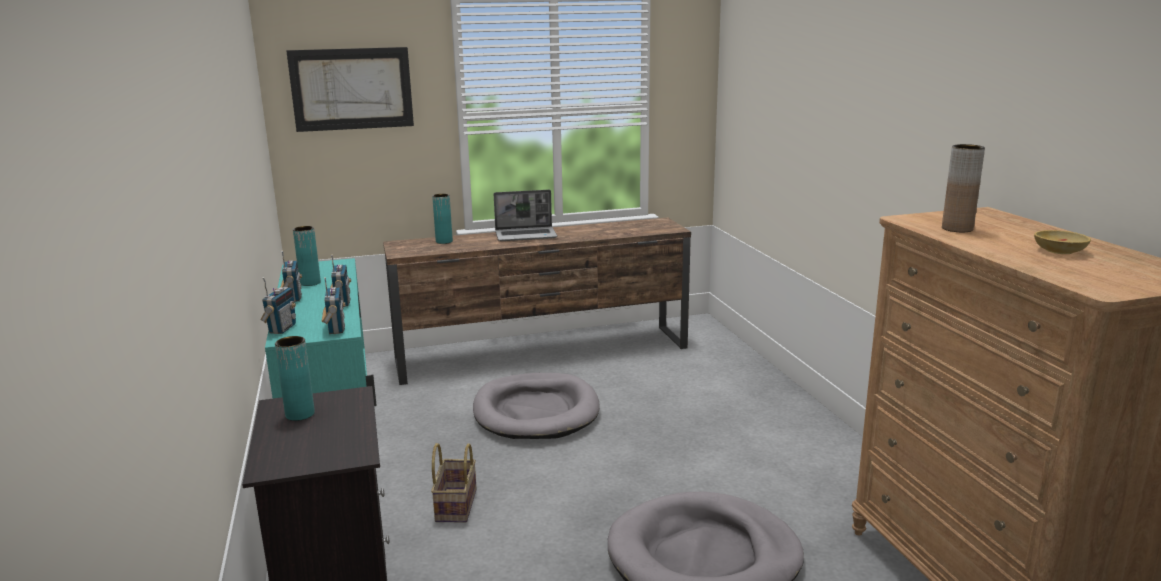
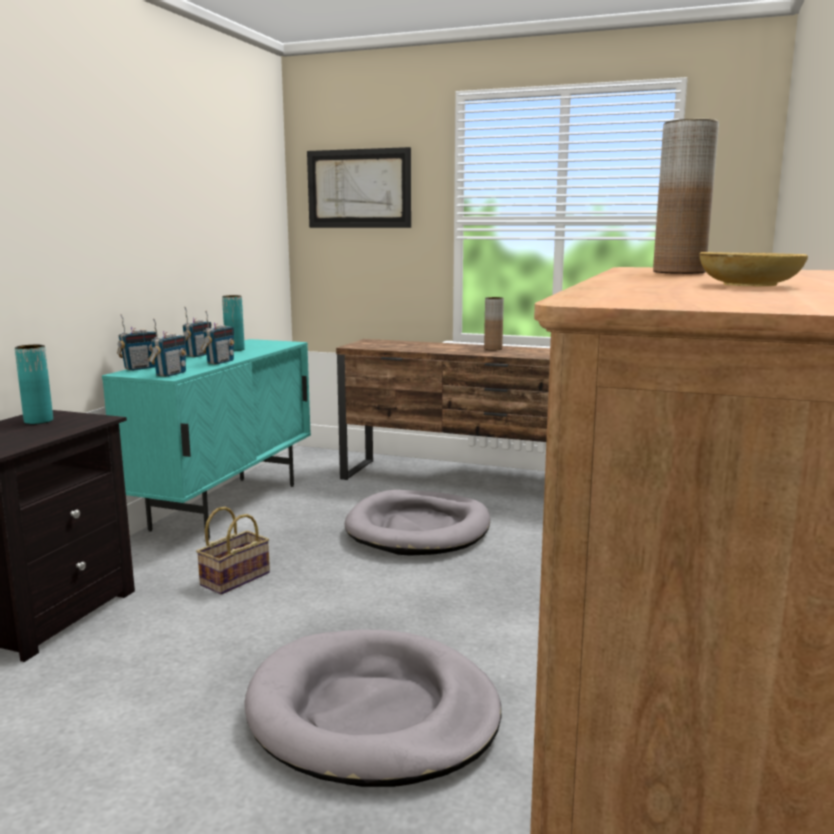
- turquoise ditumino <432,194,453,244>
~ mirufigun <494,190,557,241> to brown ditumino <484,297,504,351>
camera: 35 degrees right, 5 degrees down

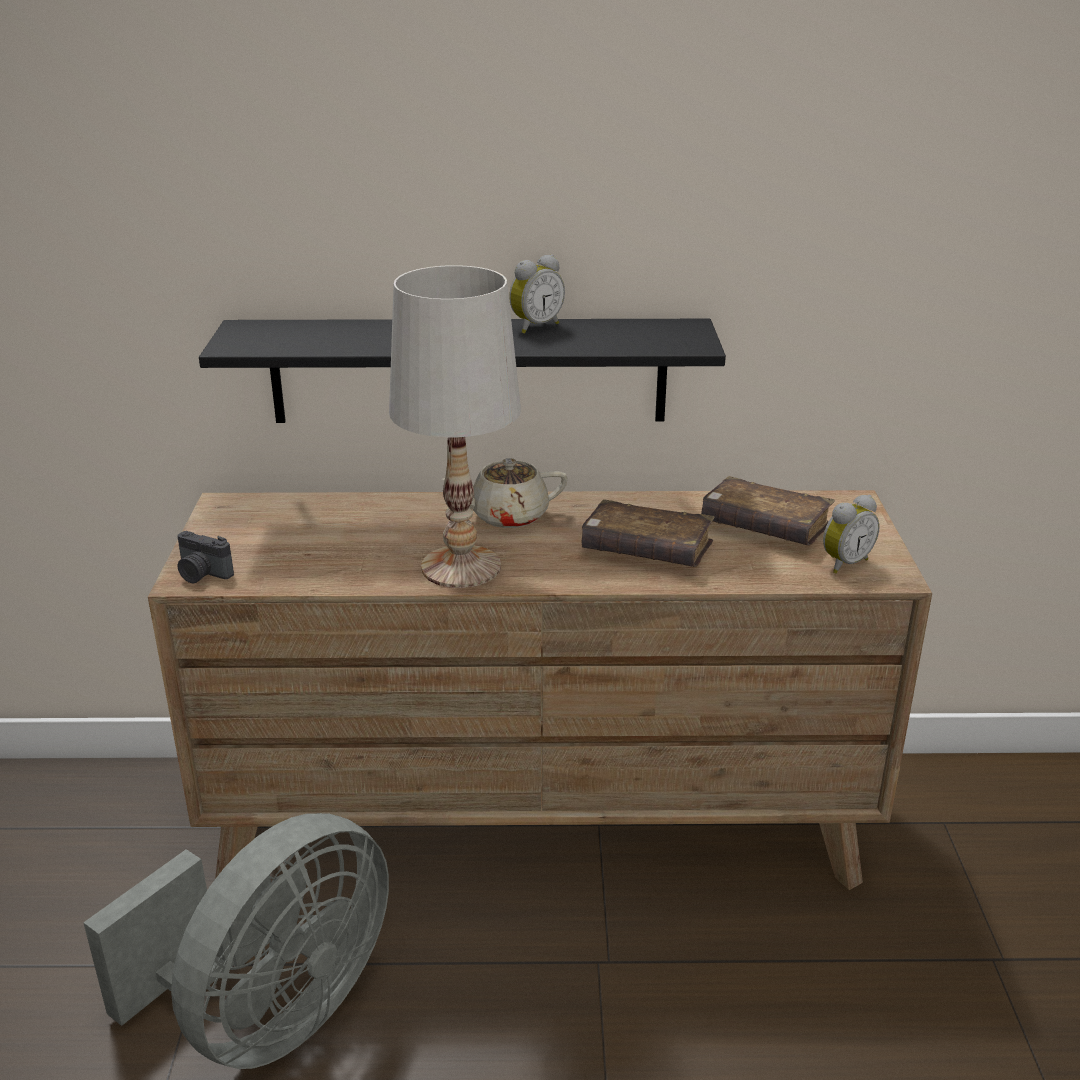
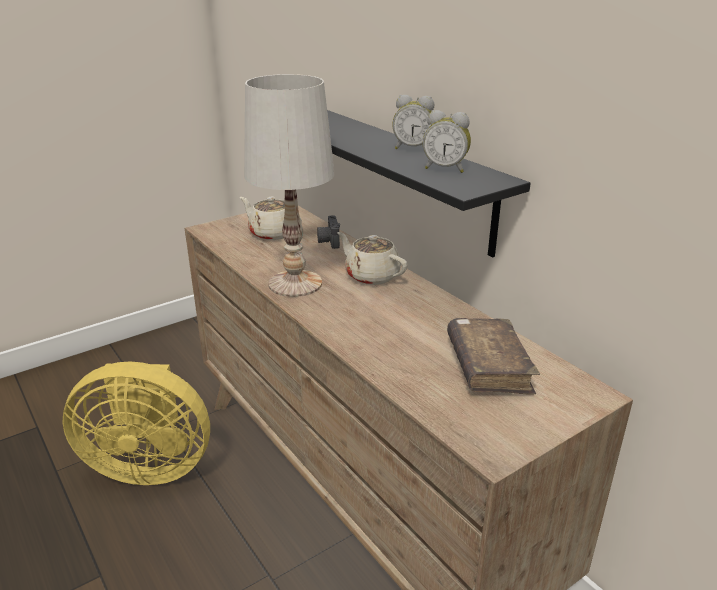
~ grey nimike <83,813,389,1069> to yellow nimike <63,362,210,485>
~ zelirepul <177,531,234,584> to <317,215,340,249>
- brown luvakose <582,499,714,567>
~ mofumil <823,495,880,573> to <423,110,471,173>
+ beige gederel <240,197,302,240>
camera: 55 degrees right, 0 degrees up

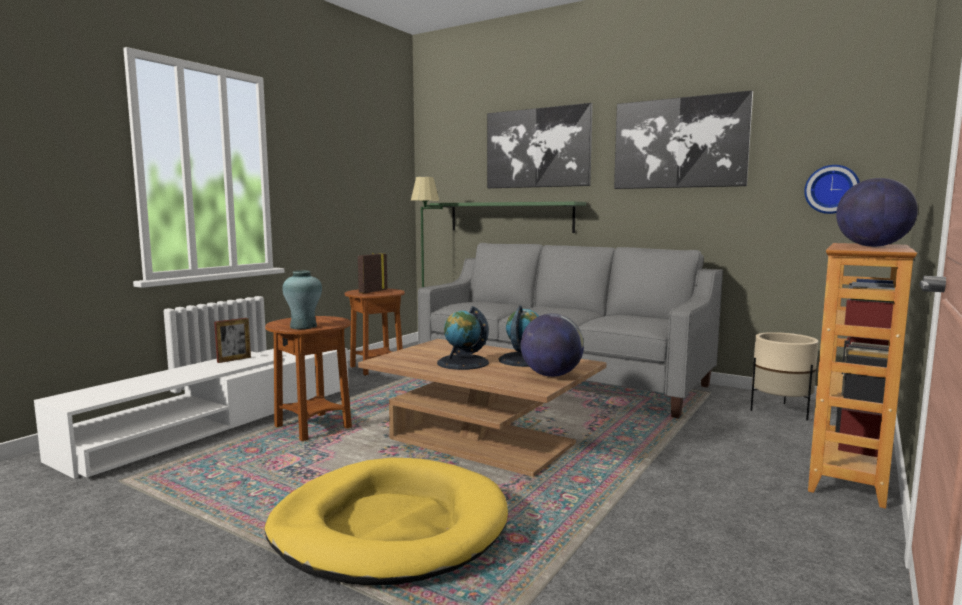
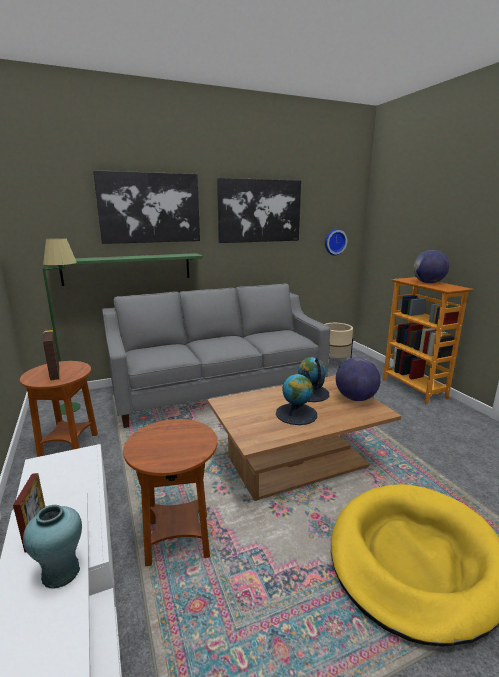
~ turquoise ditumino <282,271,322,329> to <23,505,82,589>
camera: 55 degrees left, 10 degrees up

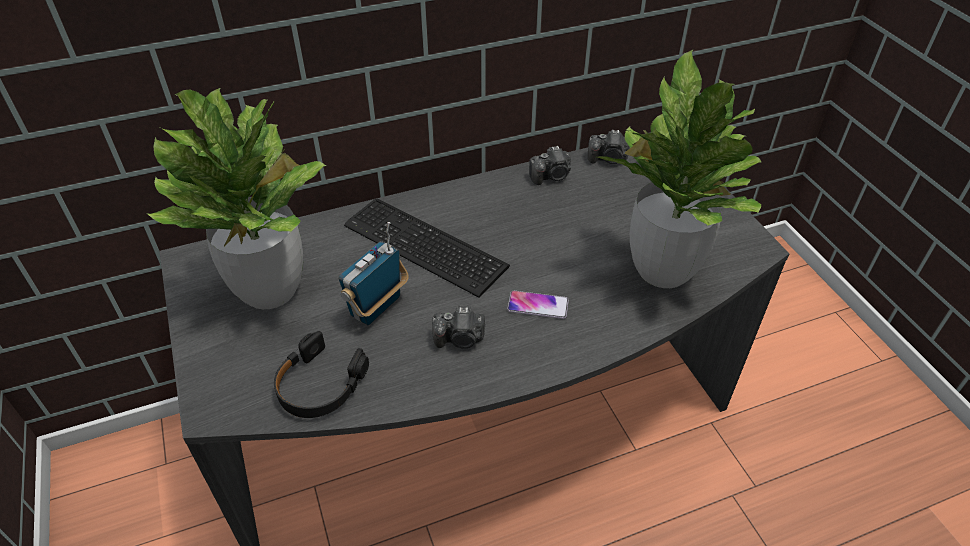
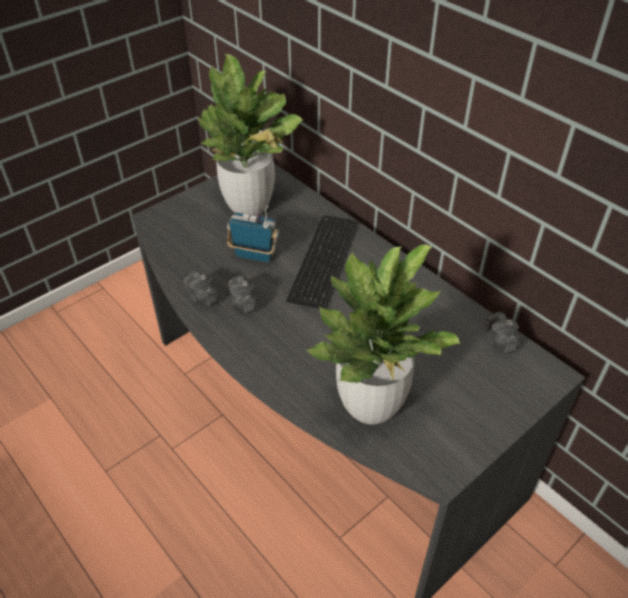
- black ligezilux <274,331,369,418>
- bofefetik <507,290,569,319>
~ zelirepul <529,146,571,185> to <184,271,220,306>
camera: 70 degrees right, 0 degrees up

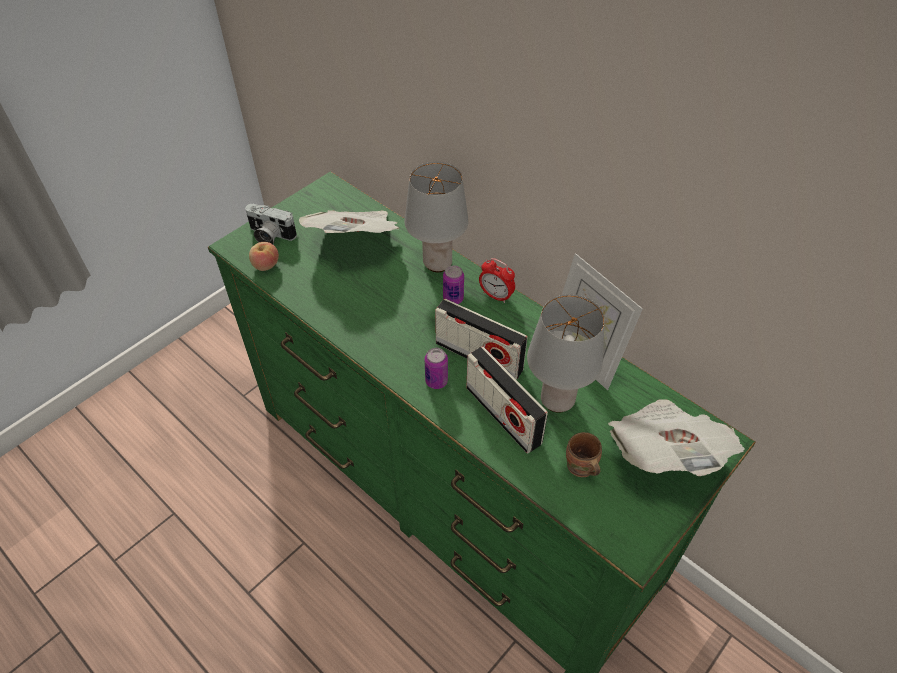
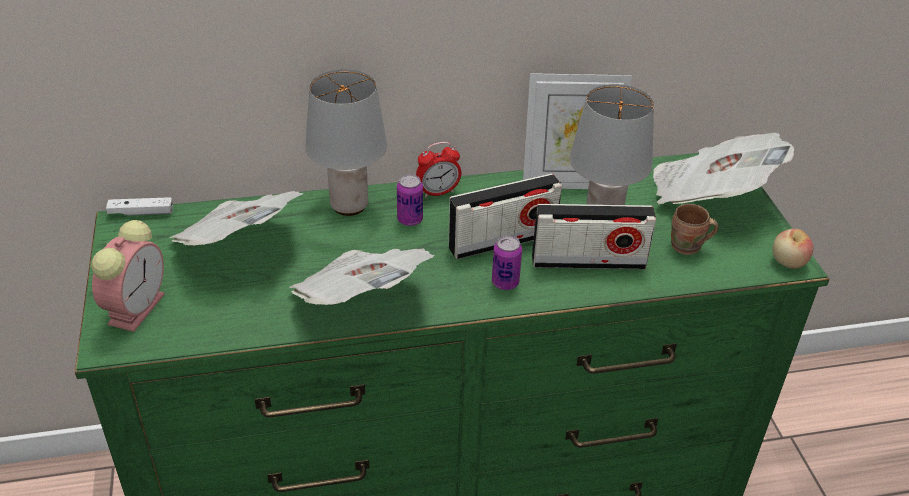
~ zelirepul <245,204,297,244> to mofumil <91,220,165,332>
~ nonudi <249,242,279,271> to <773,229,813,269>
+ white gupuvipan <106,197,173,216>
+ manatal <289,248,434,305>
camera: 55 degrees left, 10 degrees down

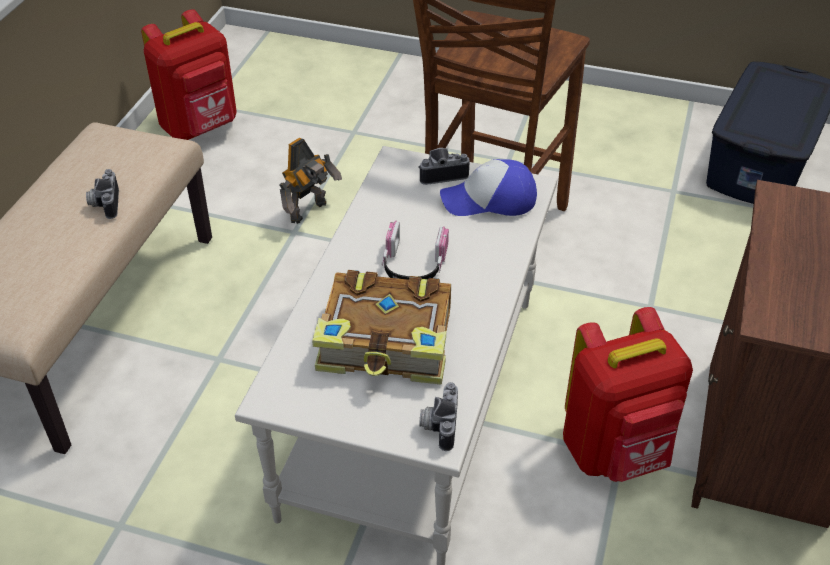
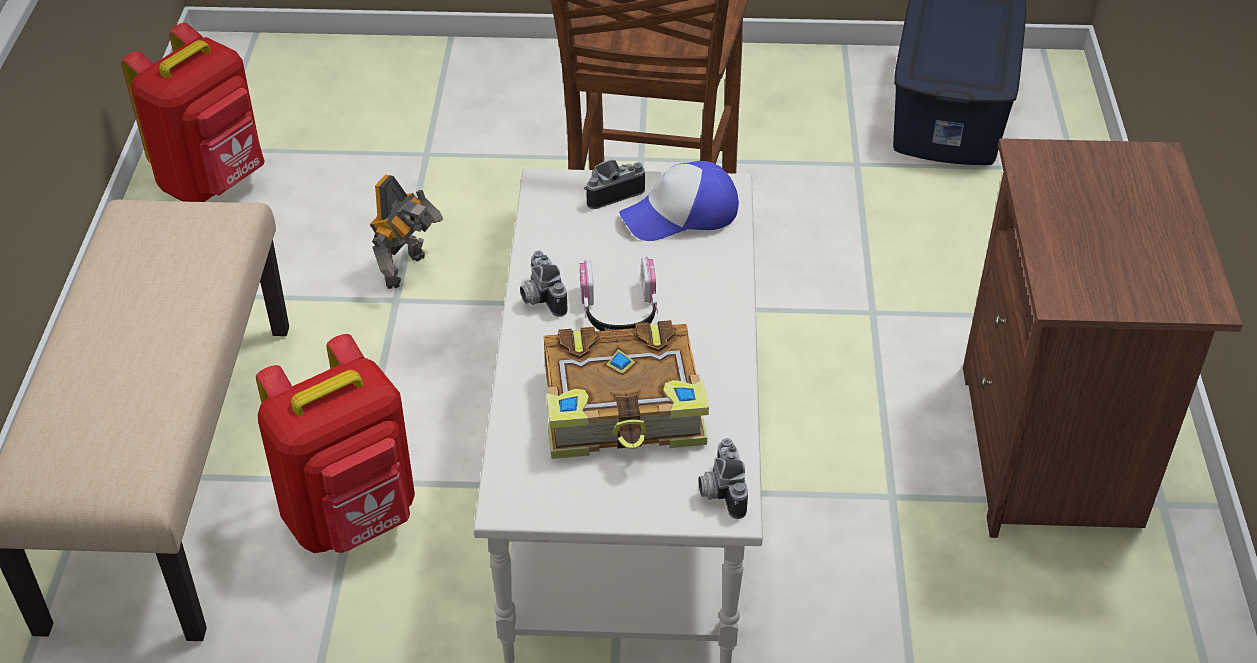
~ zelirepul <86,169,119,219> to <520,251,567,317>
~ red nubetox <563,307,693,482> to <256,334,415,553>
camera: 15 degrees left, 0 degrees up

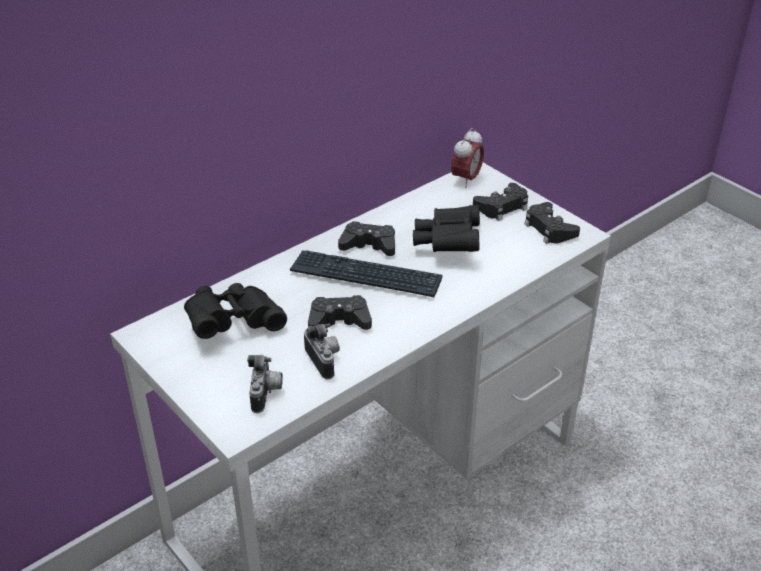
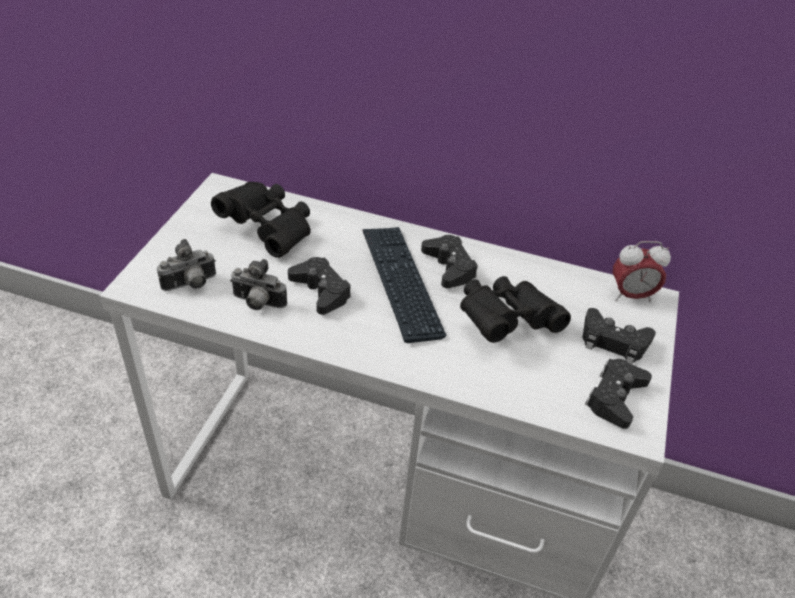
~ zelirepul <304,323,340,379> = <230,259,287,310> 75 degrees clockwise
camera: 55 degrees right, 5 degrees up

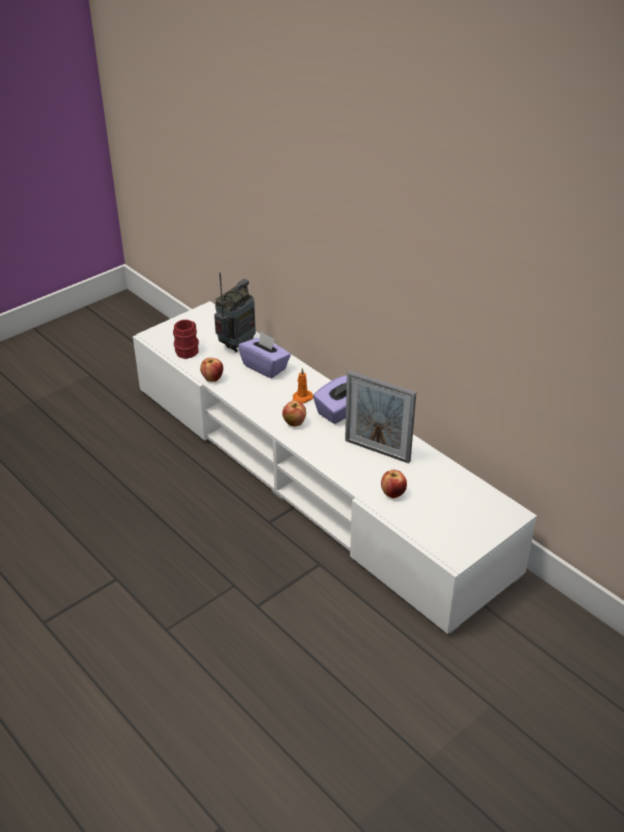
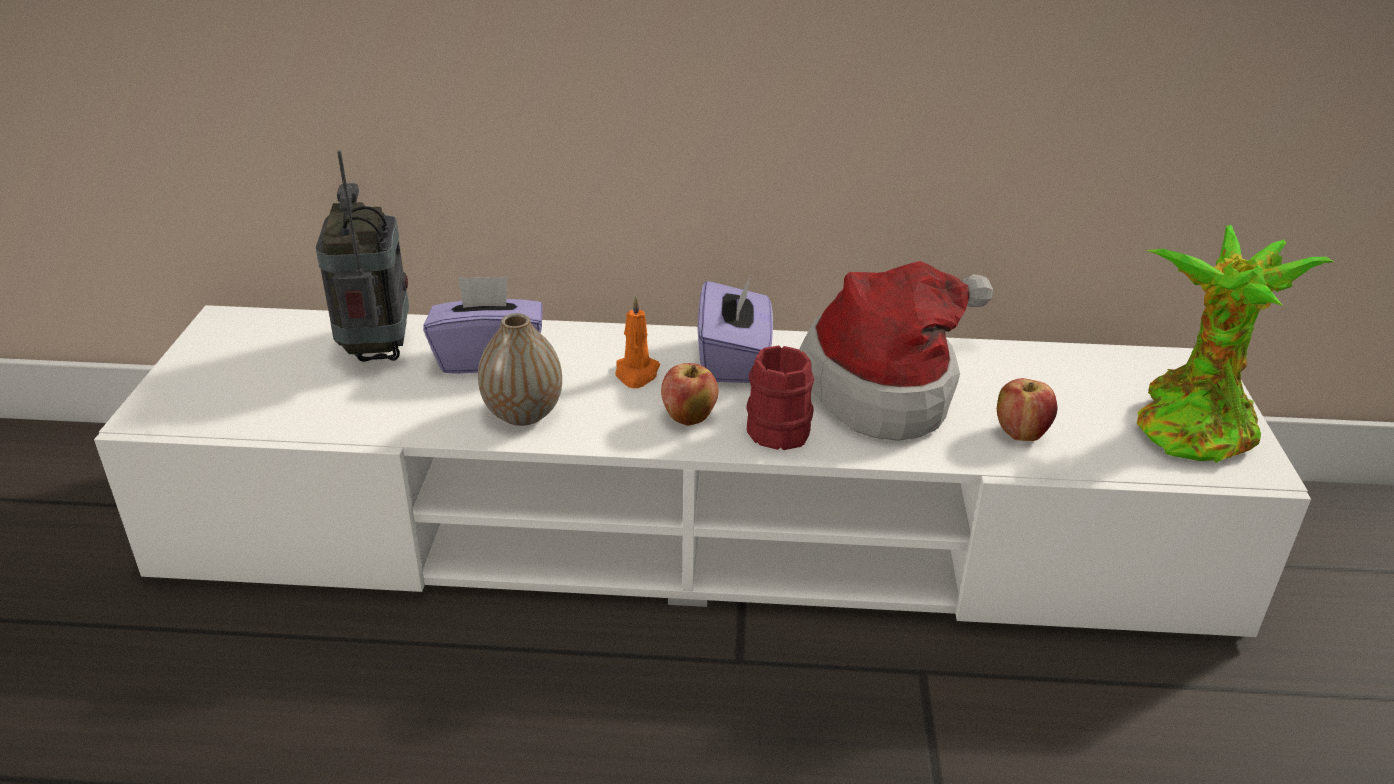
~ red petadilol <173,319,199,359> to <746,346,814,450>
- nonudi <200,358,223,382>
~ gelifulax <345,370,416,463> to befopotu <800,261,993,441>
+ ditumino <478,313,562,426>
+ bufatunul <1137,225,1334,463>
camera: 45 degrees left, 5 degrees down

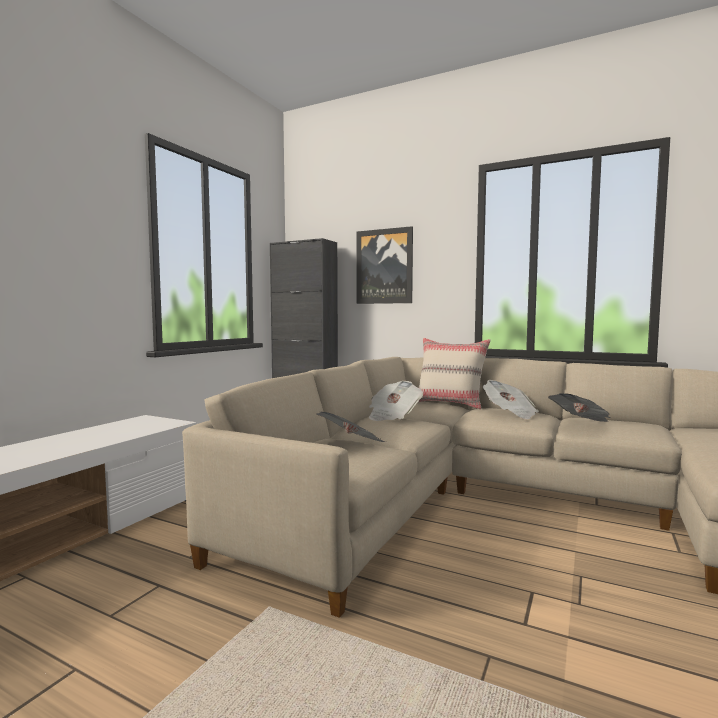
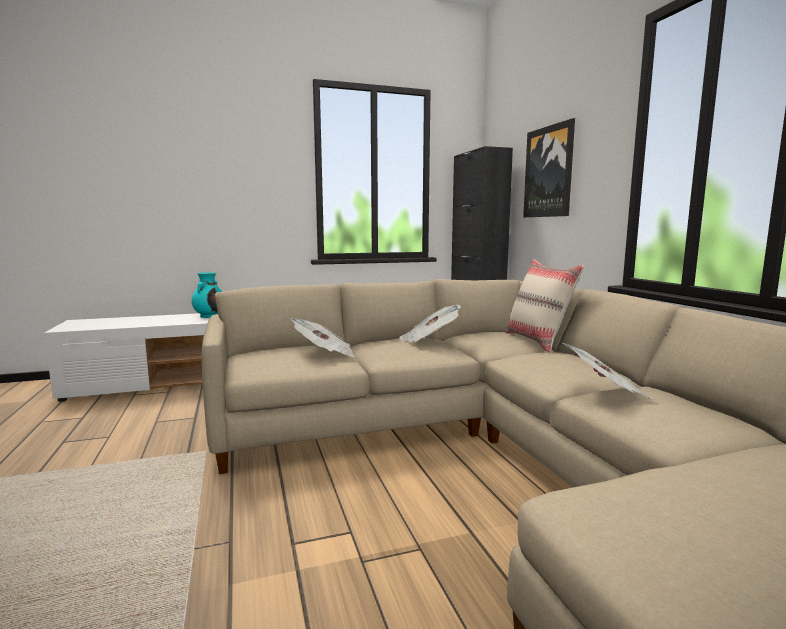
- manatal <483,380,539,419>
+ turquoise ditumino <192,272,222,318>
camera: 45 degrees right, 5 degrees up

